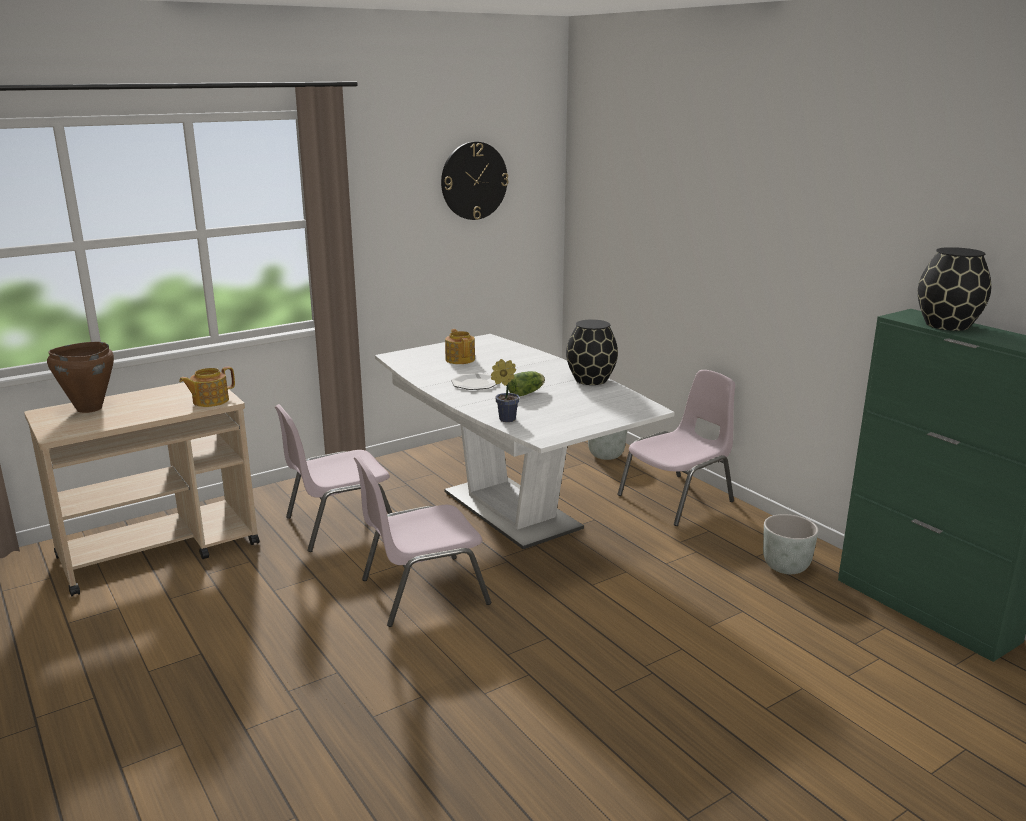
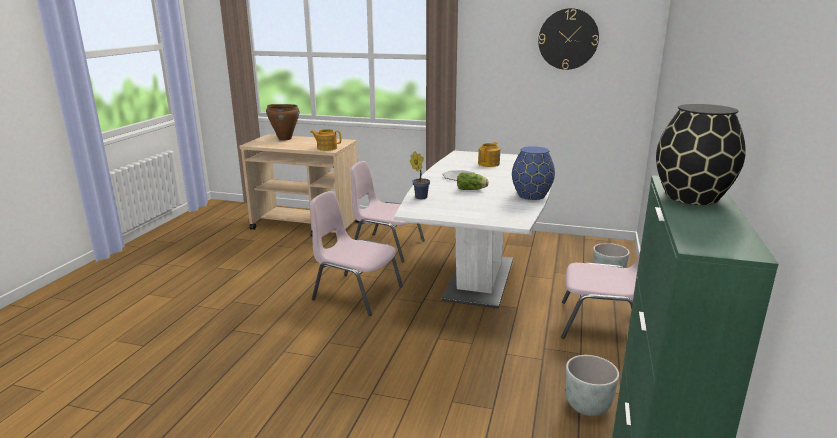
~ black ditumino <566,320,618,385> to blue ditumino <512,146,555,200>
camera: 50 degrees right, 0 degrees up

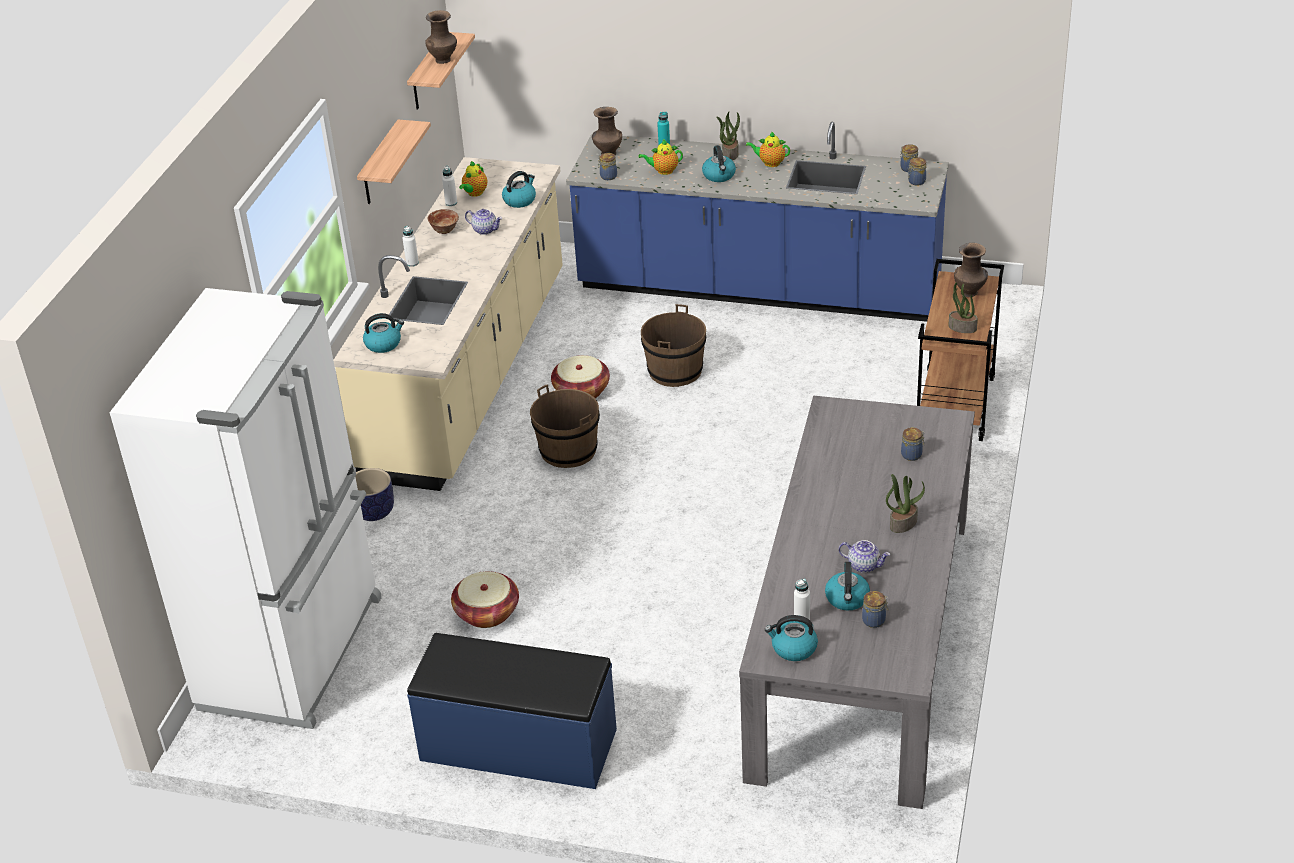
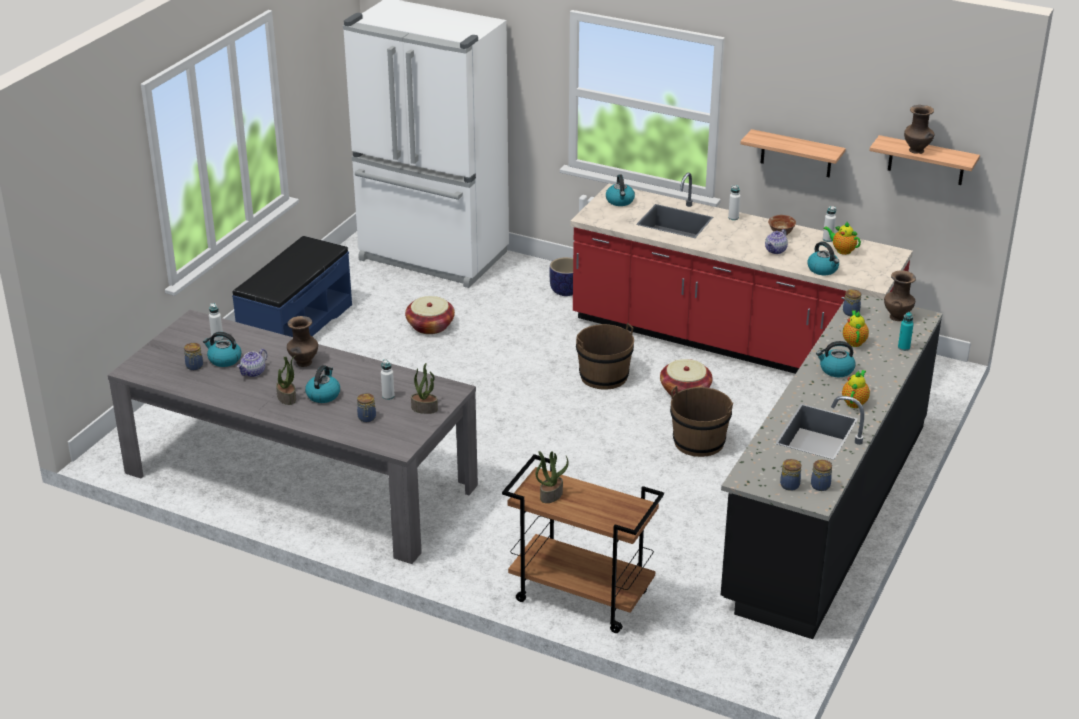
~ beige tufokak <333,157,563,491> to red tufokak <570,173,913,374>
~ blue tufokak <566,122,949,322> to black tufokak <721,294,943,639>
~ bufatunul <716,112,740,160> to <411,363,438,414>
~ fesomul <765,615,818,661> to <305,365,340,403>
~ brown ditumino <954,243,988,297> to <287,316,318,367>
+ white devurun <381,359,395,400>
camera: 100 degrees right, 5 degrees down

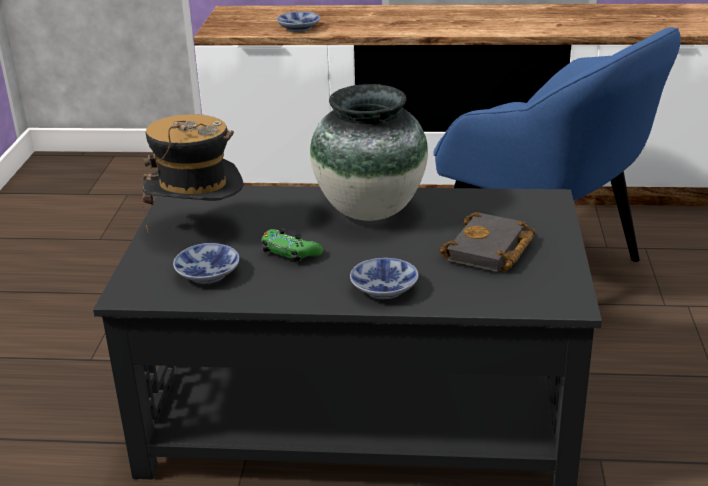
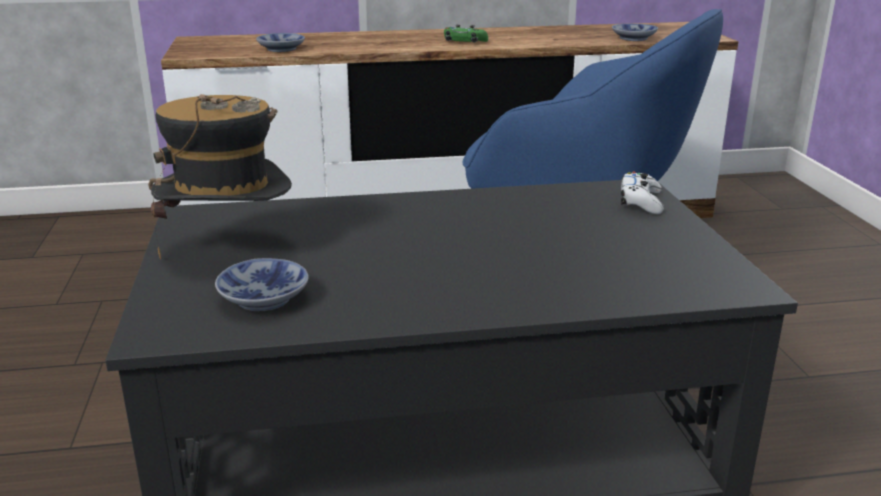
~ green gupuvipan <261,229,323,263> to <444,24,488,43>
- ditumino <310,84,428,221>
~ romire <350,258,418,299> to <612,24,658,41>
- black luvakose <439,212,535,272>
+ white gupuvipan <621,172,664,214>
camera: 15 degrees left, 5 degrees down

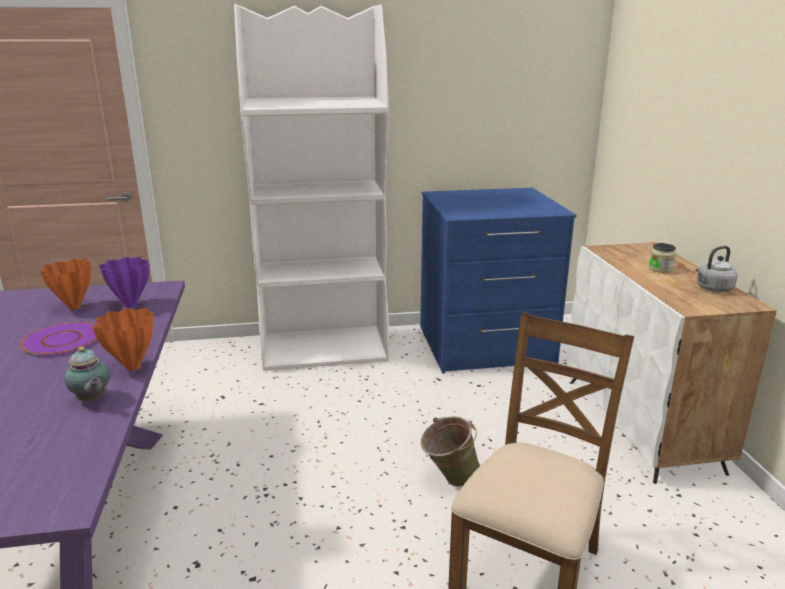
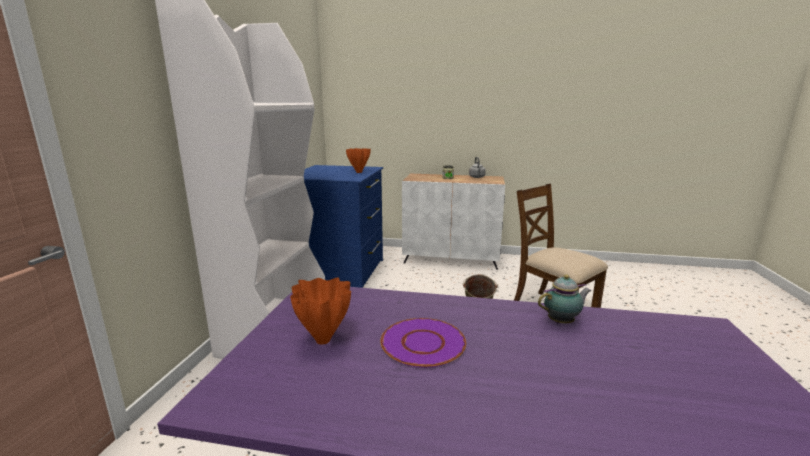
~ orange ditumino <92,308,153,371> to <346,148,371,173>
- purple ditumino <99,257,150,308>
camera: 70 degrees left, 5 degrees down

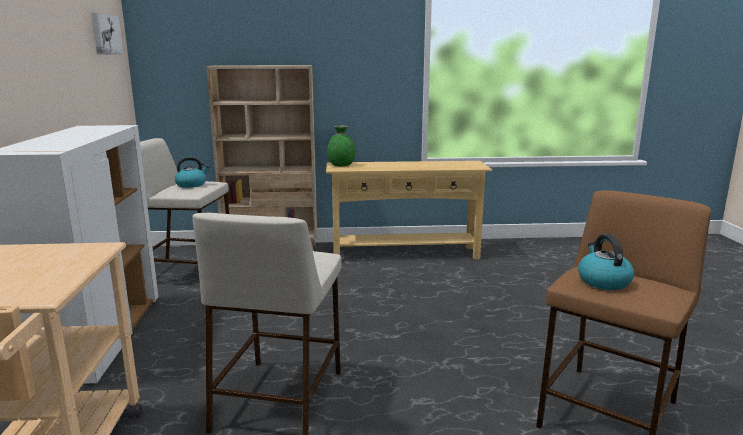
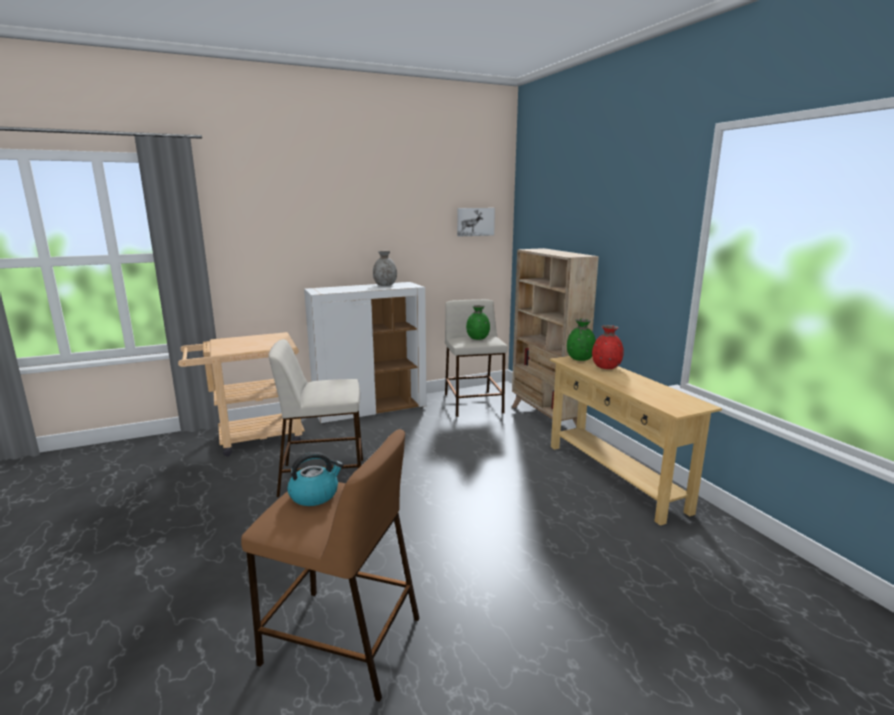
~ fesomul <175,157,209,188> to green ditumino <466,305,490,340>
+ grey ditumino <373,251,397,286>
+ red ditumino <592,325,624,369>
camera: 70 degrees right, 0 degrees up

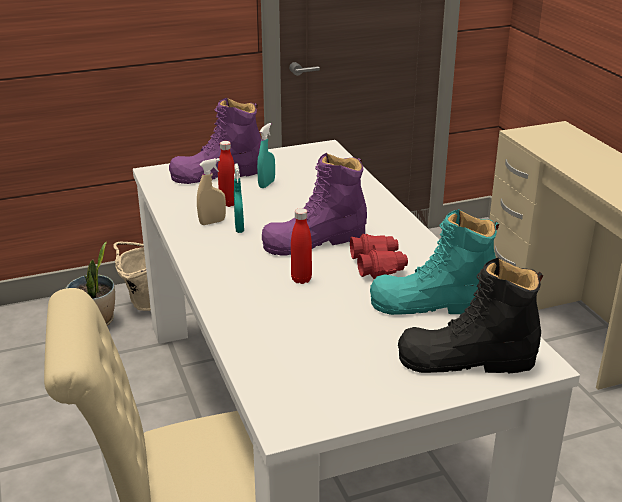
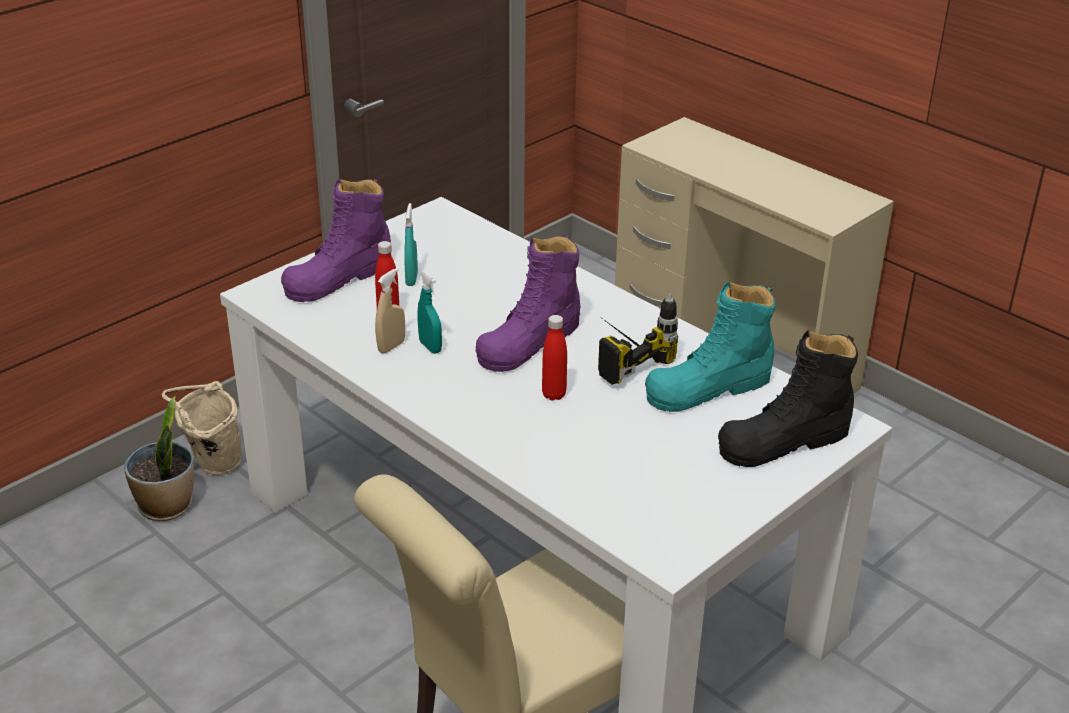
~ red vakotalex <350,234,408,279> to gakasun <598,294,678,385>
camera: 25 degrees left, 5 degrees up

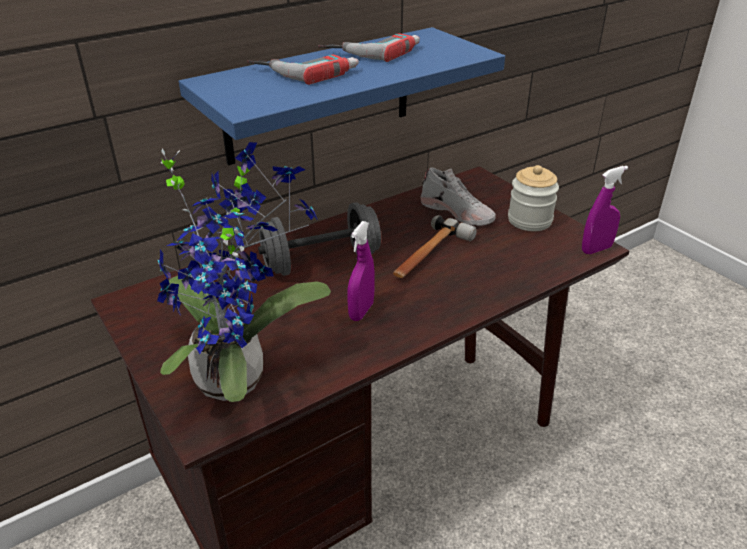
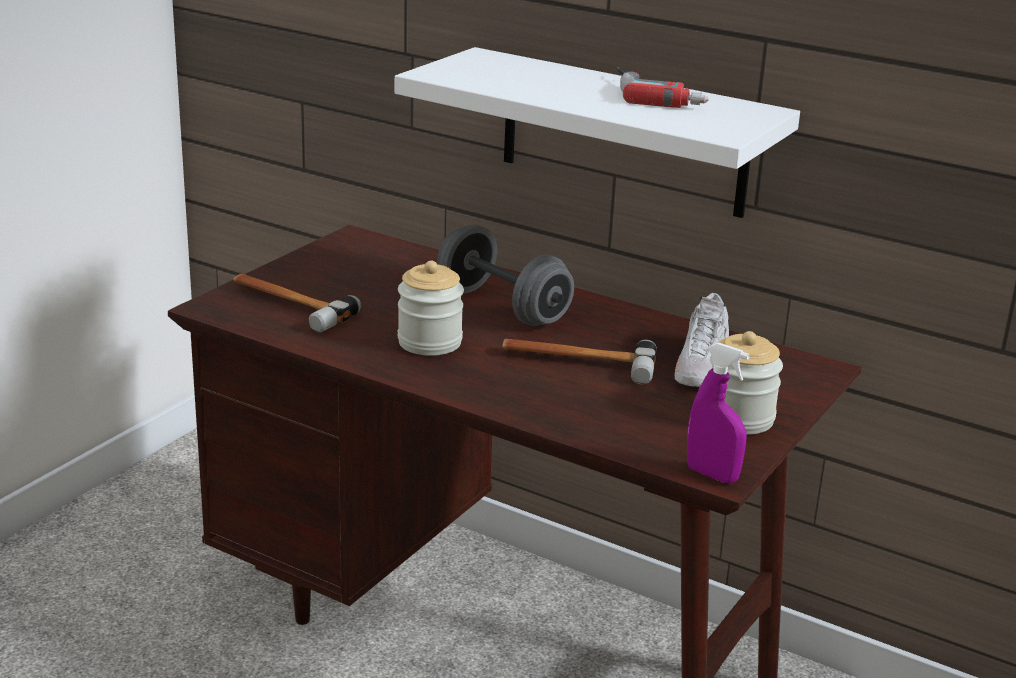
~ bufatunul <157,142,331,402> to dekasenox <233,274,361,333>
~ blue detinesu <179,27,505,165> to white detinesu <395,47,800,218>
- gakasun <247,54,359,85>
~ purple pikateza <347,221,374,321> to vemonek <398,261,464,356>
camera: 65 degrees right, 10 degrees down

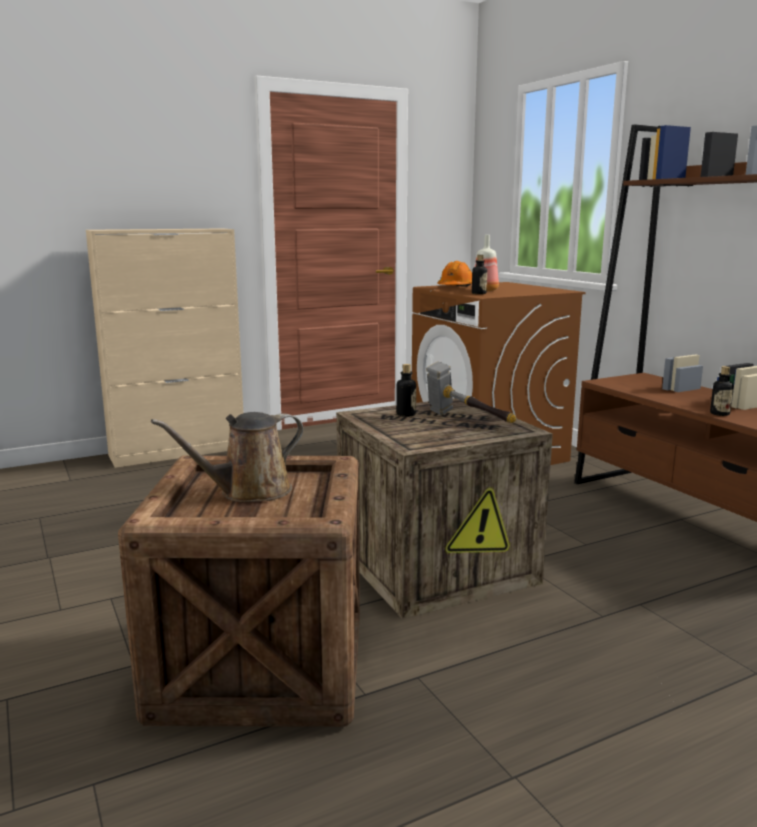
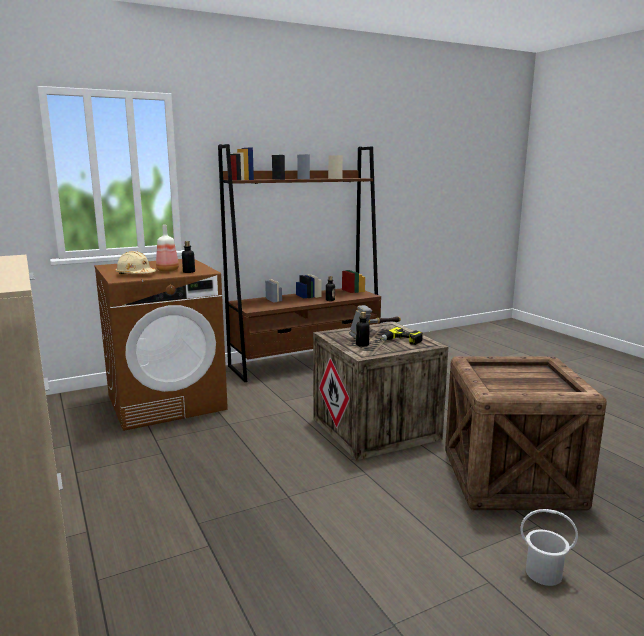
- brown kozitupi <151,412,303,502>
~ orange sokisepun <437,261,472,287> to beige sokisepun <115,251,156,274>
+ gakasun <375,327,423,345>
+ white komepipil <521,509,578,586>
camera: 90 degrees left, 0 degrees up

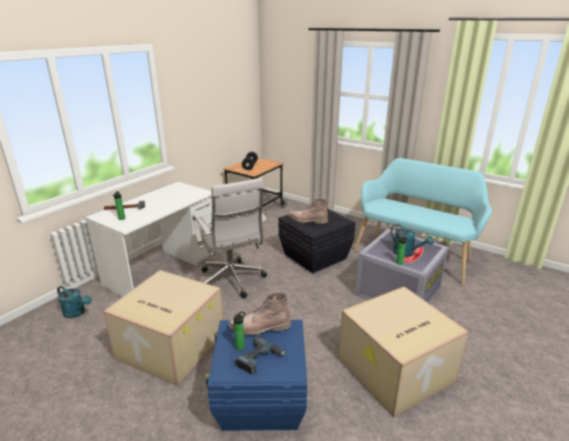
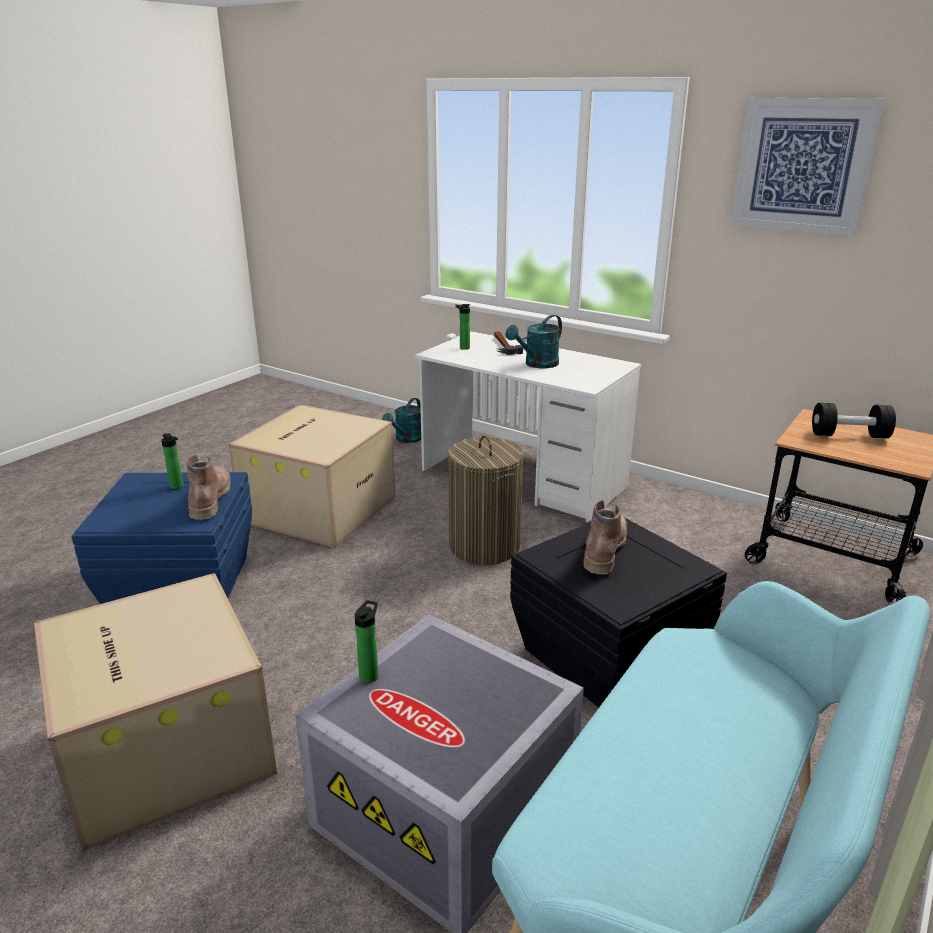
~ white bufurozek <193,177,267,298> to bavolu <448,435,524,565>
- gakasun <236,336,286,374>
~ turquoise kozitupi <391,224,434,257> to <506,315,562,368>
+ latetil <731,98,884,236>
camera: 90 degrees right, 0 degrees up

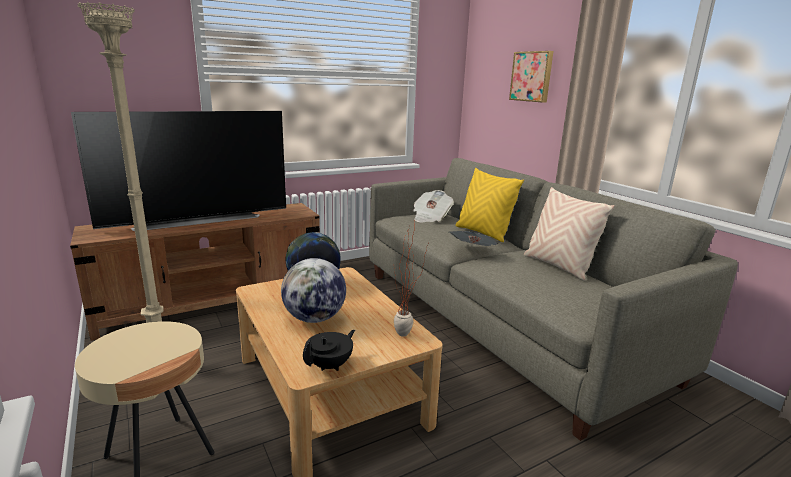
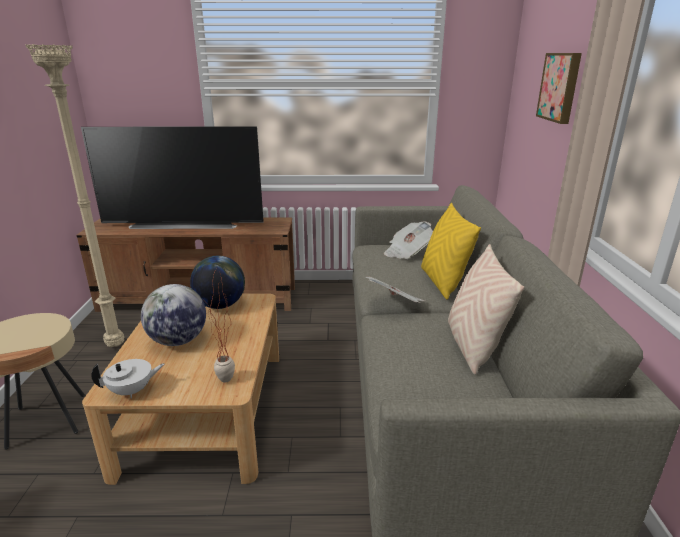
~ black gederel <303,330,355,371> to white gederel <91,359,164,398>
camera: 30 degrees right, 5 degrees up

